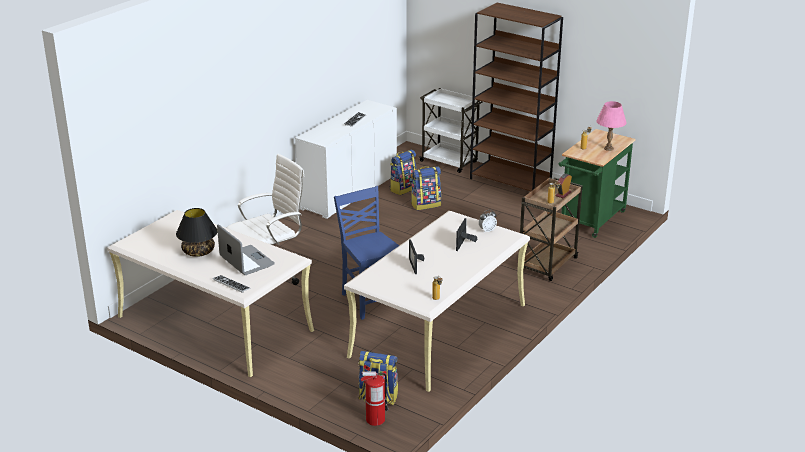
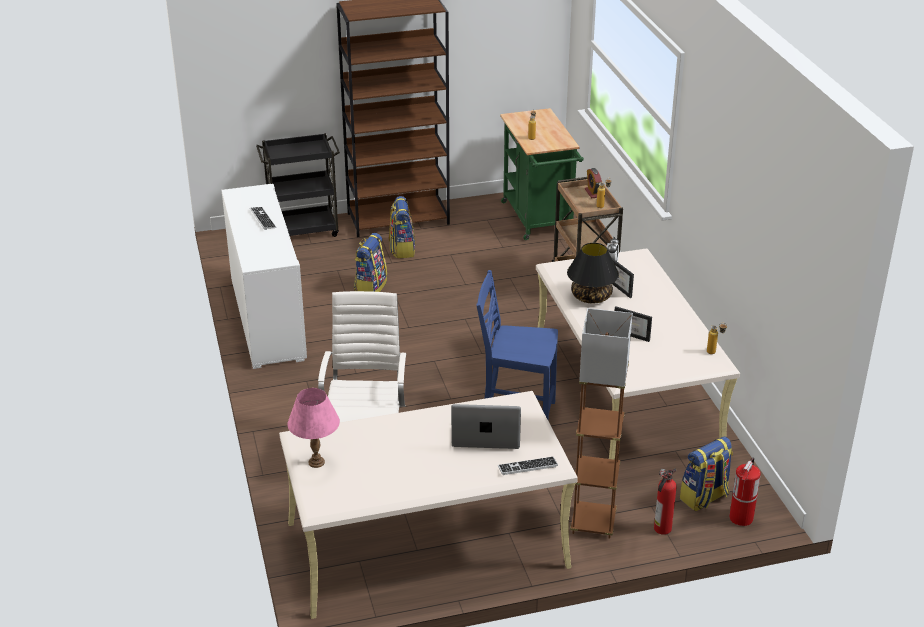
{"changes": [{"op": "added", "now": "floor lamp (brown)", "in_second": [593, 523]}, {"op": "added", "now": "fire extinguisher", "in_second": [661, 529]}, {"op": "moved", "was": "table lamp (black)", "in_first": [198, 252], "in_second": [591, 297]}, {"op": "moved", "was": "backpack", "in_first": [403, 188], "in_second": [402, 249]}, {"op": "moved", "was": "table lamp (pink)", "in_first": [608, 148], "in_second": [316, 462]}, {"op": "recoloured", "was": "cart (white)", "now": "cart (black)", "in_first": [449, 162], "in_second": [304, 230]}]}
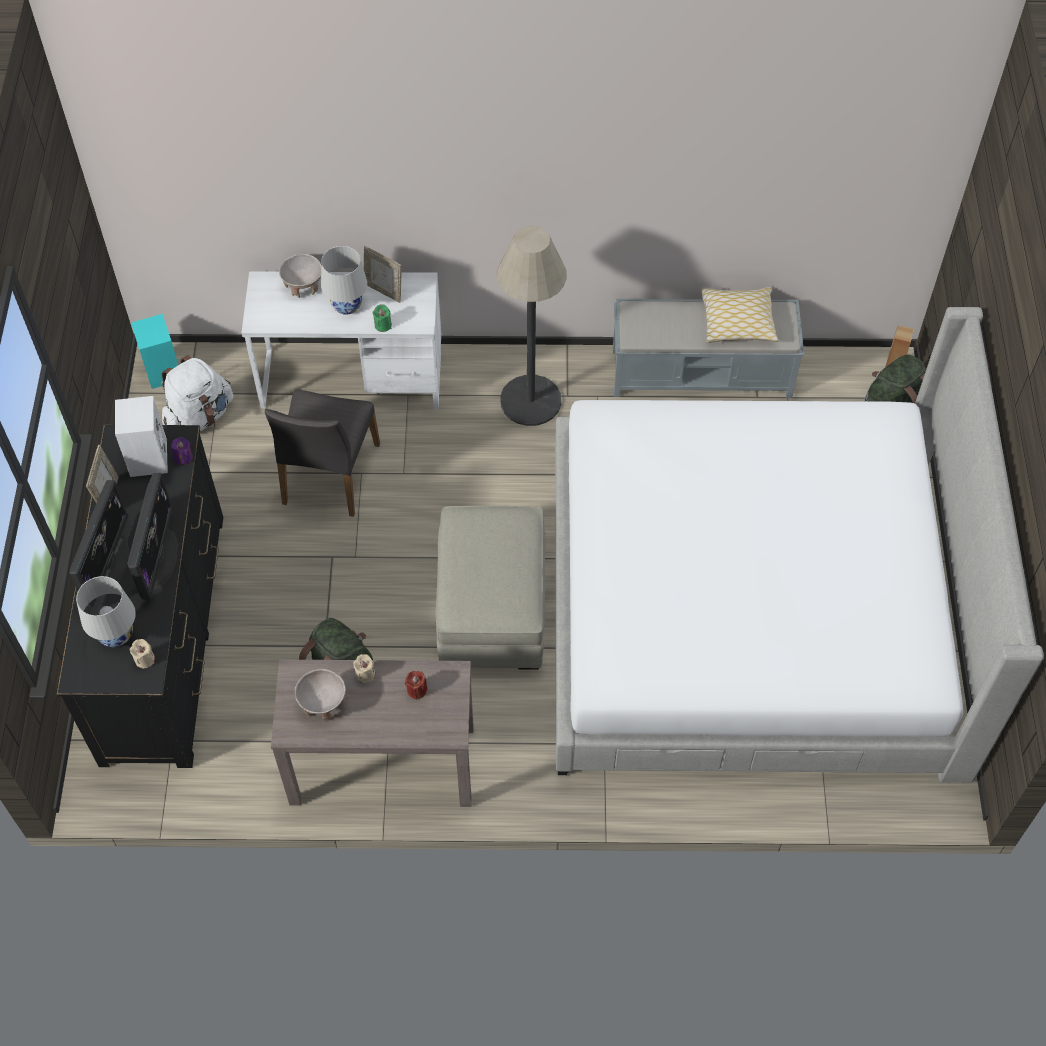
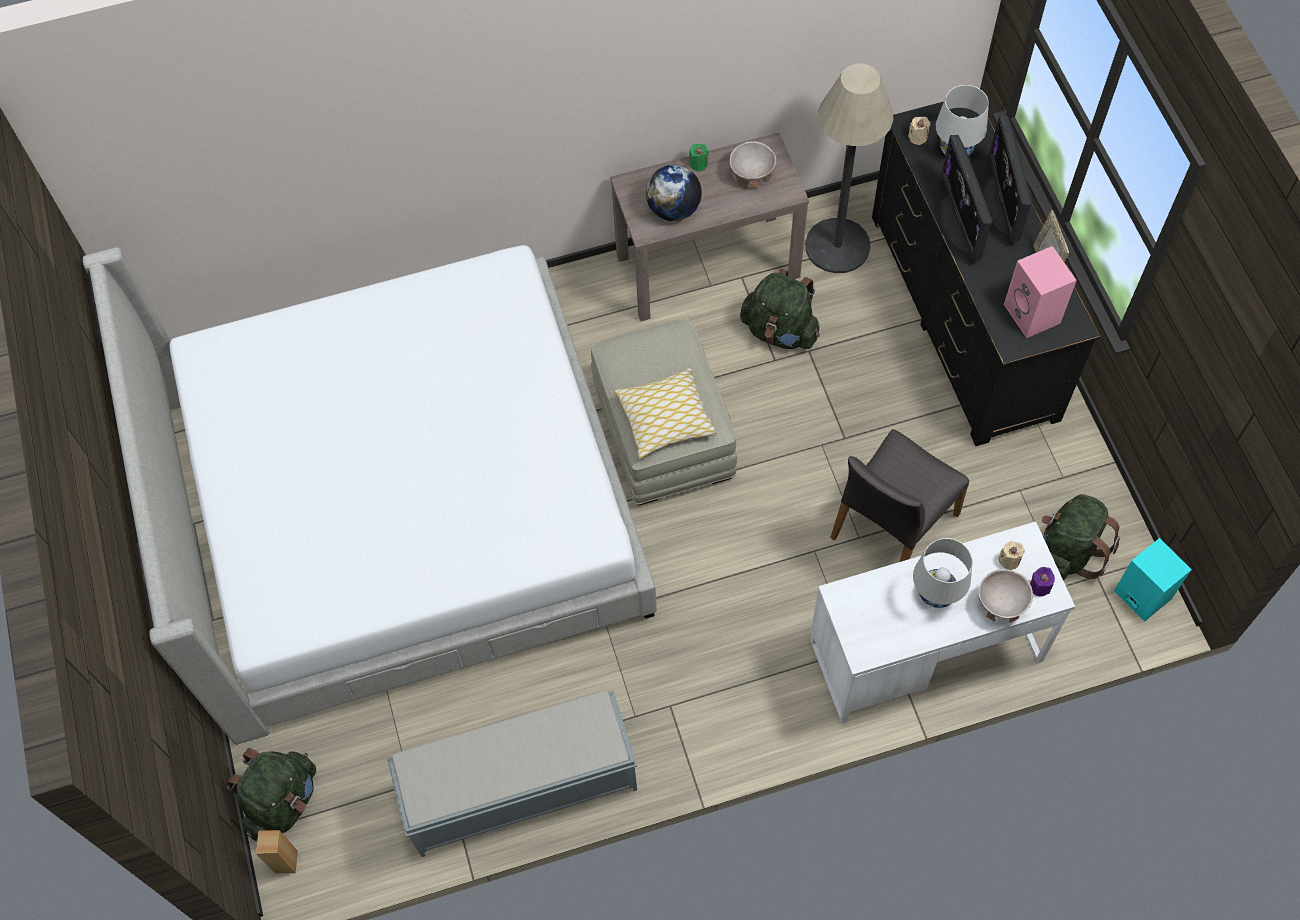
{"changes": [{"op": "removed", "was": "picture frame", "in_first": [384, 291]}, {"op": "moved", "was": "candle (purple)", "in_first": [183, 457], "in_second": [1039, 586]}, {"op": "moved", "was": "candle (beige)", "in_first": [365, 674], "in_second": [1009, 560]}, {"op": "moved", "was": "candle (green)", "in_first": [383, 325], "in_second": [698, 164]}, {"op": "moved", "was": "floor lamp", "in_first": [530, 400], "in_second": [837, 246]}, {"op": "moved", "was": "pillow", "in_first": [738, 322], "in_second": [665, 419]}, {"op": "replaced", "was": "candle (red)", "now": "globe", "in_first": [417, 690], "in_second": [674, 209]}, {"op": "recoloured", "was": "speaker (white)", "now": "speaker (pink)", "in_first": [147, 457], "in_second": [1033, 314]}, {"op": "recoloured", "was": "backpack (white)", "now": "backpack (green)", "in_first": [199, 416], "in_second": [1067, 552]}, {"op": "turned", "was": "chair (grey)", "in_first": [329, 474], "in_second": [892, 525], "clockwise": -135}]}
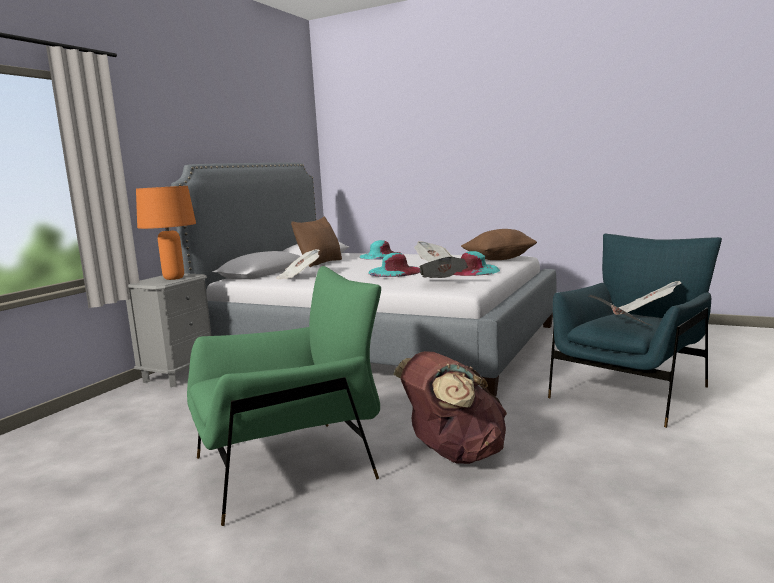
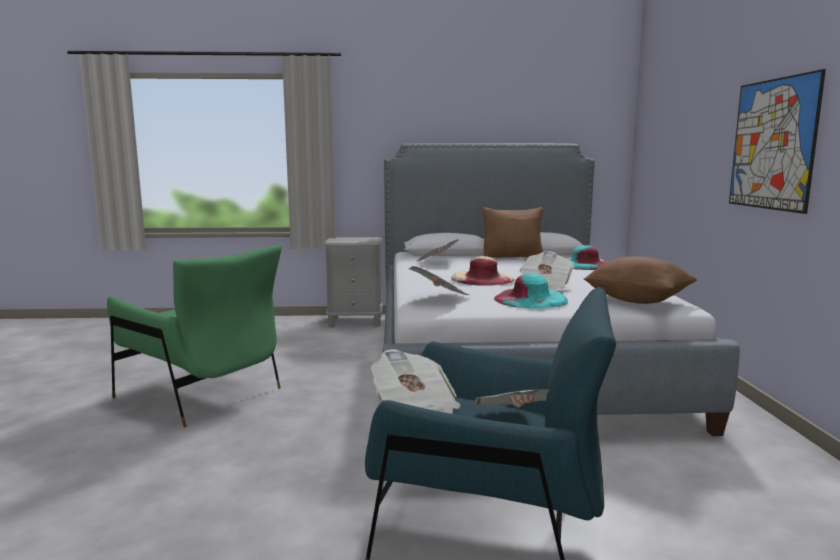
{"changes": [{"op": "removed", "was": "table lamp (orange)", "in_first": [173, 278]}, {"op": "removed", "was": "backpack (brown)", "in_first": [454, 454]}, {"op": "added", "now": "picture", "in_second": [772, 144]}, {"op": "recoloured", "was": "hat (turquoise)", "now": "hat (beige)", "in_first": [395, 272], "in_second": [482, 278]}]}
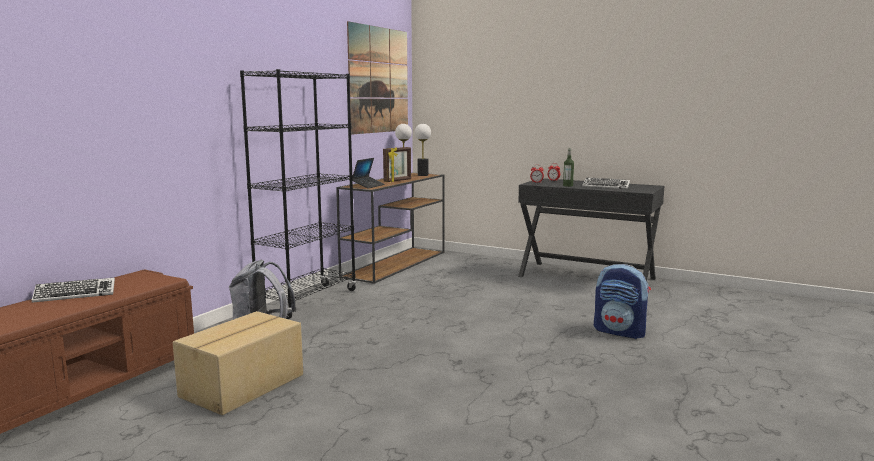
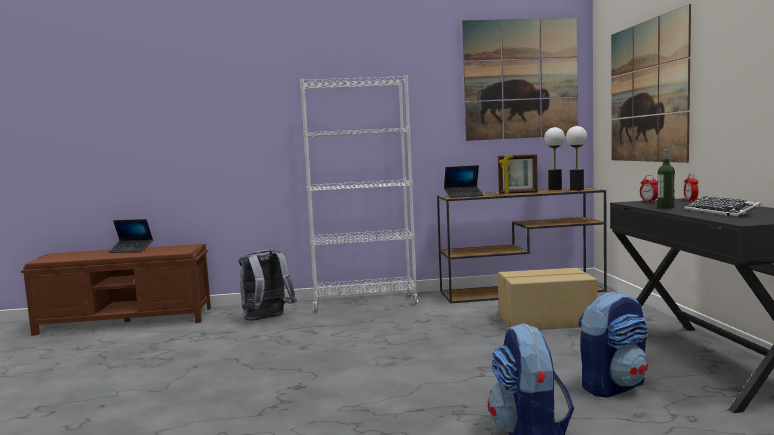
{"changes": [{"op": "added", "now": "backpack", "in_second": [613, 386]}, {"op": "added", "now": "picture", "in_second": [647, 92]}, {"op": "moved", "was": "cardboard box", "in_first": [244, 385], "in_second": [546, 321]}, {"op": "replaced", "was": "keyboard", "now": "laptop", "in_first": [75, 294], "in_second": [131, 250]}, {"op": "recoloured", "was": "bookcase (black)", "now": "bookcase (white)", "in_first": [308, 301], "in_second": [365, 303]}]}
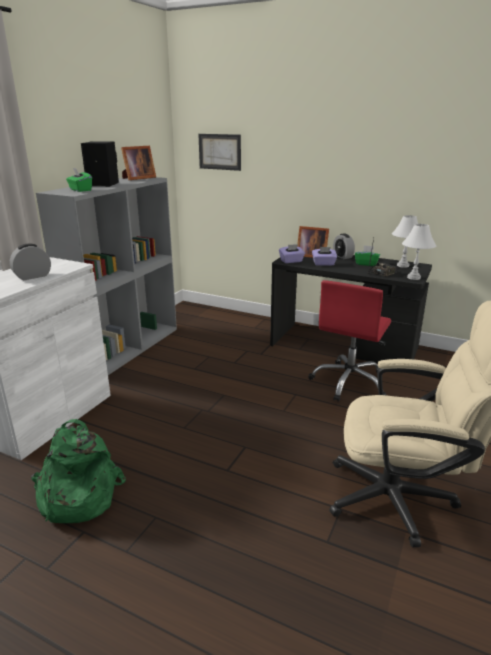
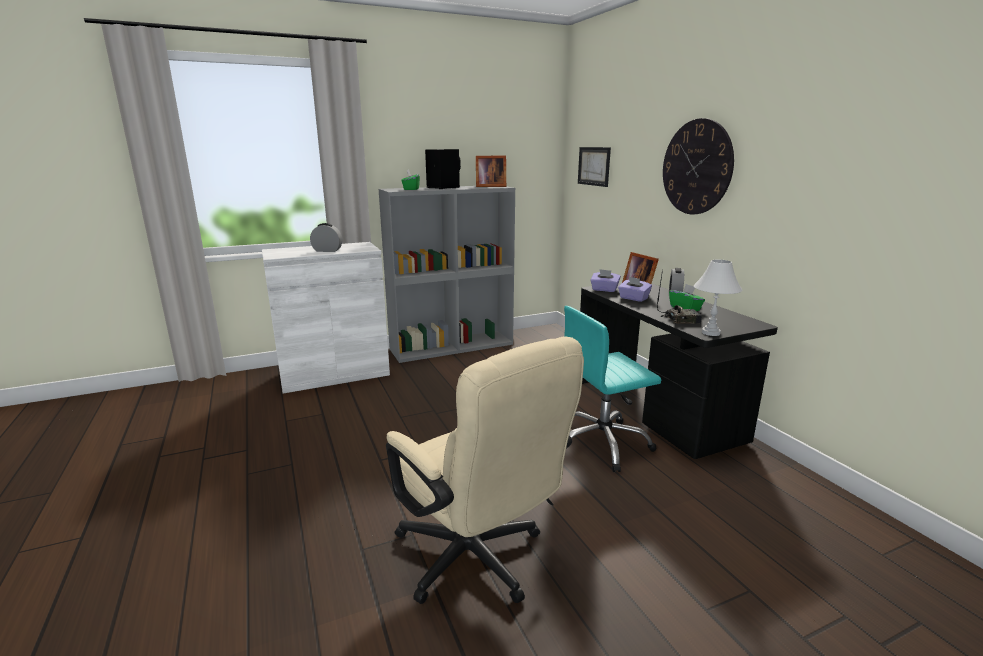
{"changes": [{"op": "removed", "was": "backpack (green)", "in_first": [77, 496]}, {"op": "removed", "was": "table lamp (white)", "in_first": [403, 265]}, {"op": "added", "now": "wall clock", "in_second": [696, 167]}, {"op": "recoloured", "was": "office chair (red)", "now": "office chair (turquoise)", "in_first": [349, 382], "in_second": [602, 443]}]}
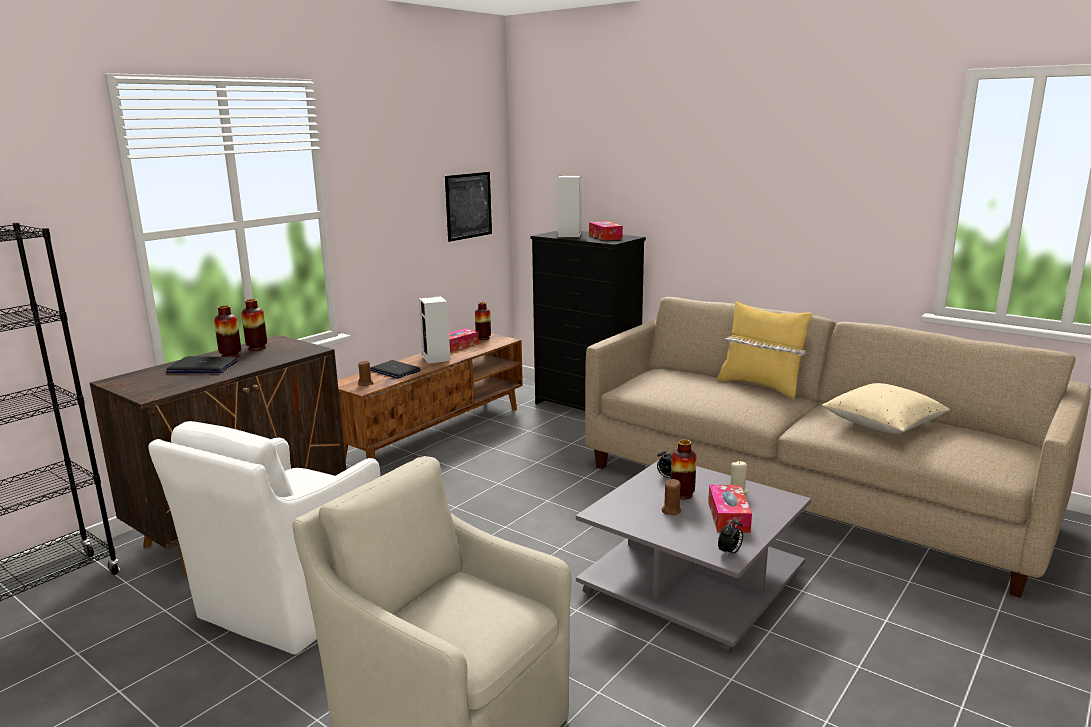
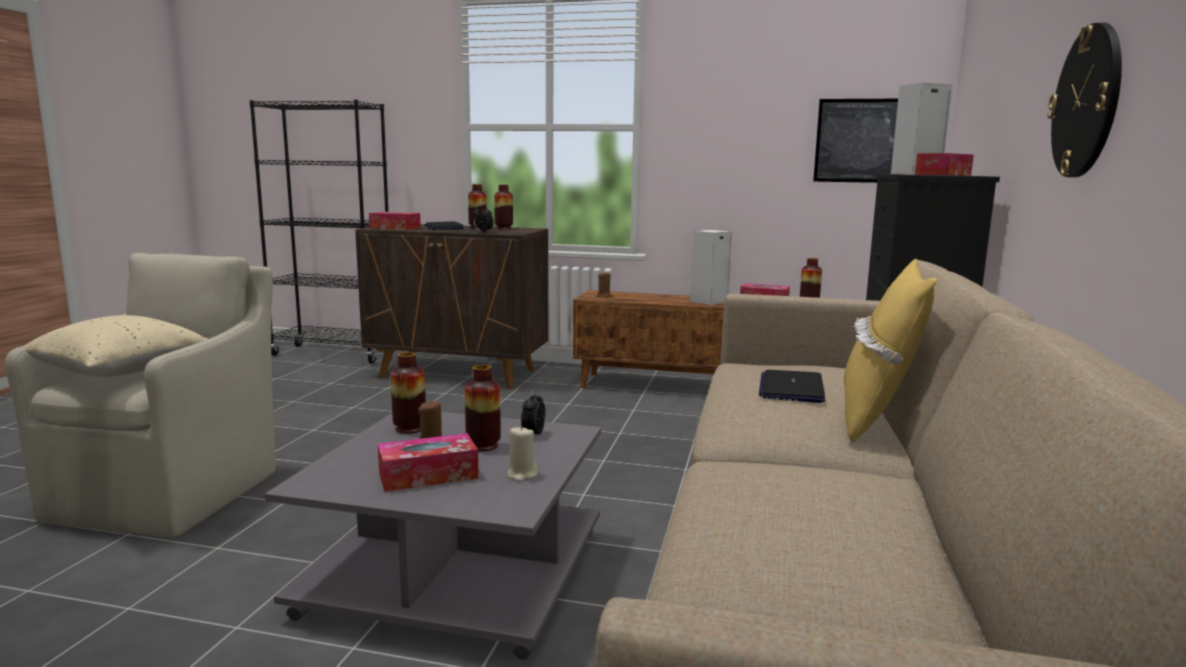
{"changes": [{"op": "removed", "was": "armchair (white)", "in_first": [289, 603]}, {"op": "added", "now": "tissue box", "in_second": [395, 228]}, {"op": "added", "now": "vase", "in_second": [409, 429]}, {"op": "added", "now": "wall clock", "in_second": [1086, 102]}, {"op": "moved", "was": "laptop", "in_first": [394, 371], "in_second": [791, 388]}, {"op": "moved", "was": "alarm clock", "in_first": [730, 552], "in_second": [482, 232]}, {"op": "moved", "was": "pillow (beige)", "in_first": [883, 425], "in_second": [121, 371]}]}
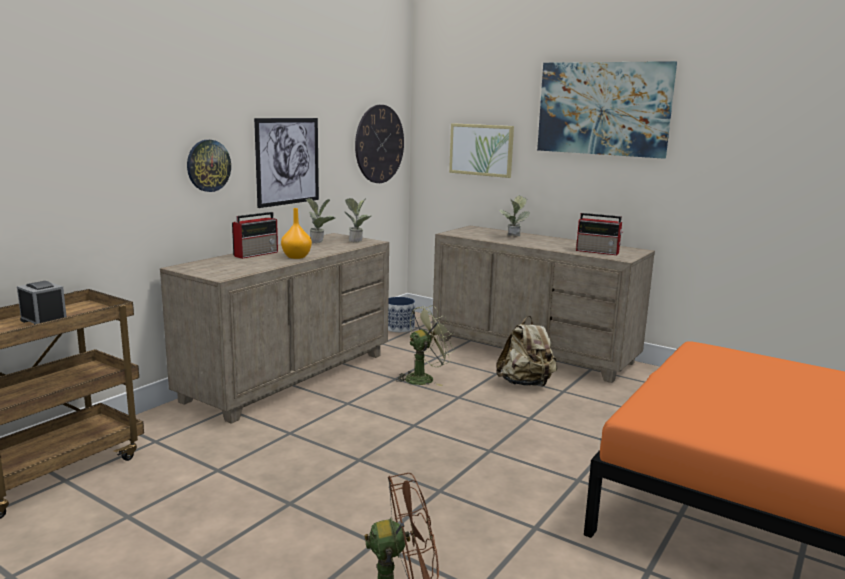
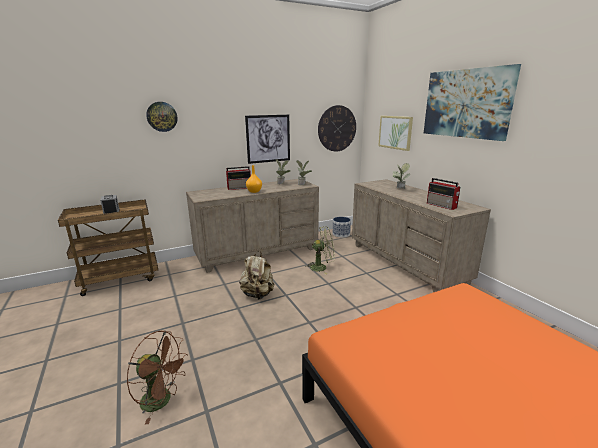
{"changes": [{"op": "moved", "was": "wall clock", "in_first": [208, 165], "in_second": [162, 116]}, {"op": "moved", "was": "backpack (beige)", "in_first": [526, 384], "in_second": [258, 294]}]}
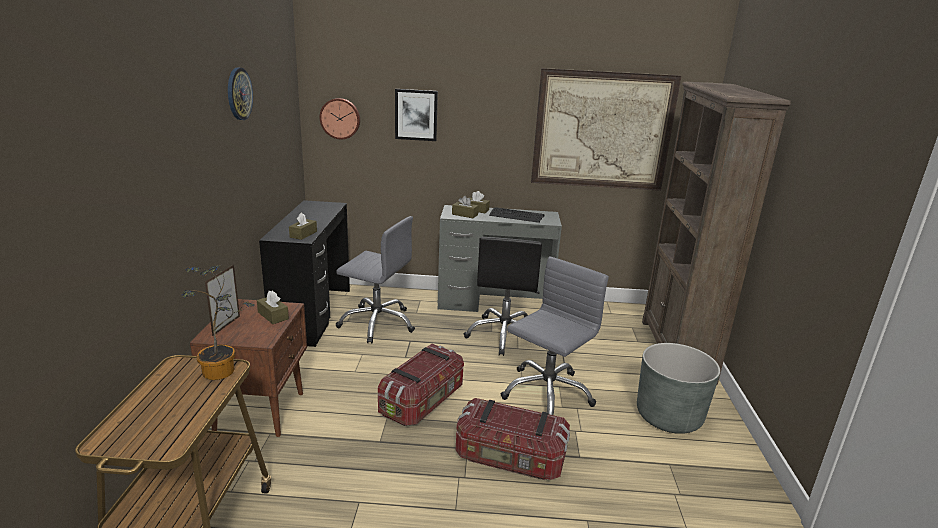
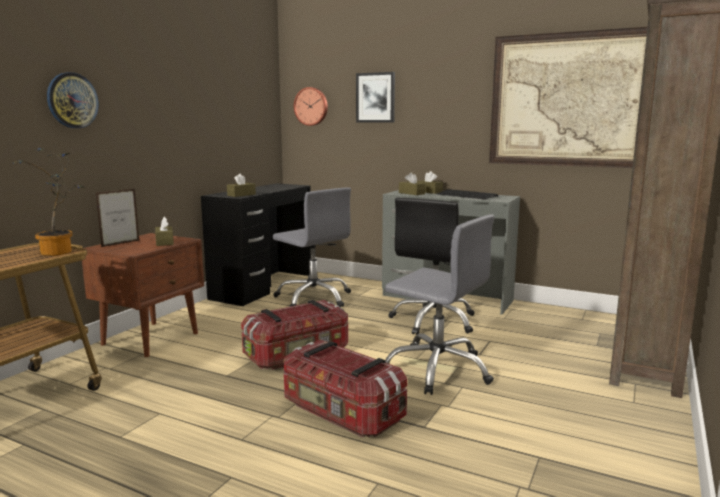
{"changes": [{"op": "removed", "was": "planter (grey)", "in_first": [669, 416]}, {"op": "moved", "was": "wall clock", "in_first": [239, 94], "in_second": [72, 100]}, {"op": "turned", "was": "office chair (grey)", "in_first": [546, 393], "in_second": [437, 369], "clockwise": 60}]}
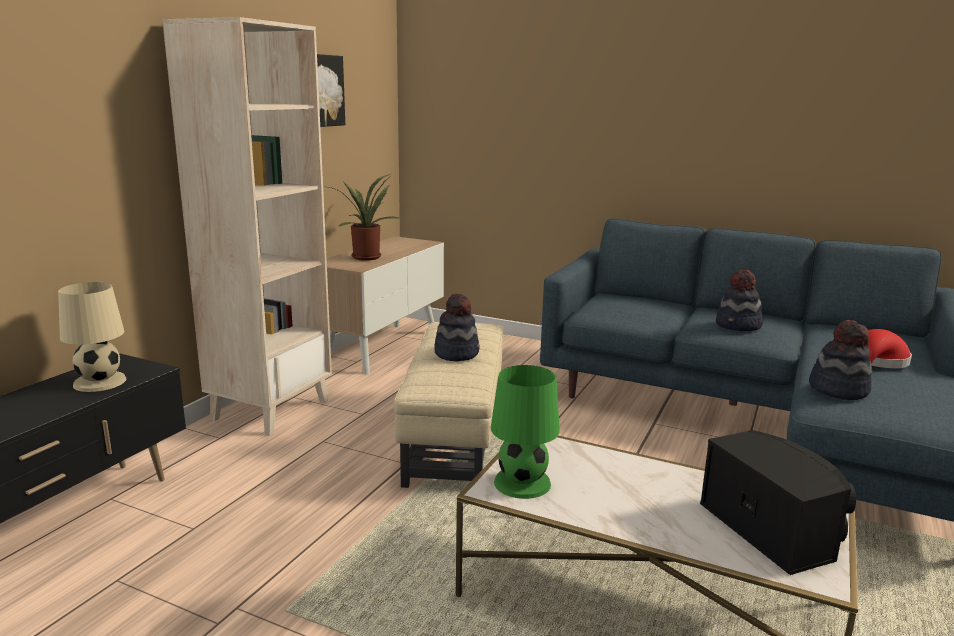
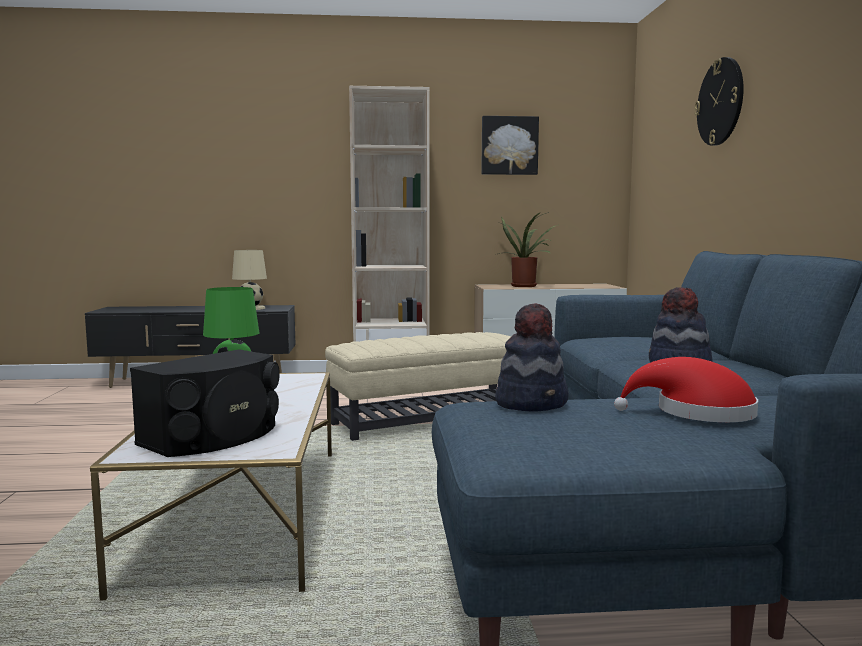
{"changes": [{"op": "removed", "was": "hat", "in_first": [457, 353]}, {"op": "added", "now": "wall clock", "in_second": [720, 102]}]}
